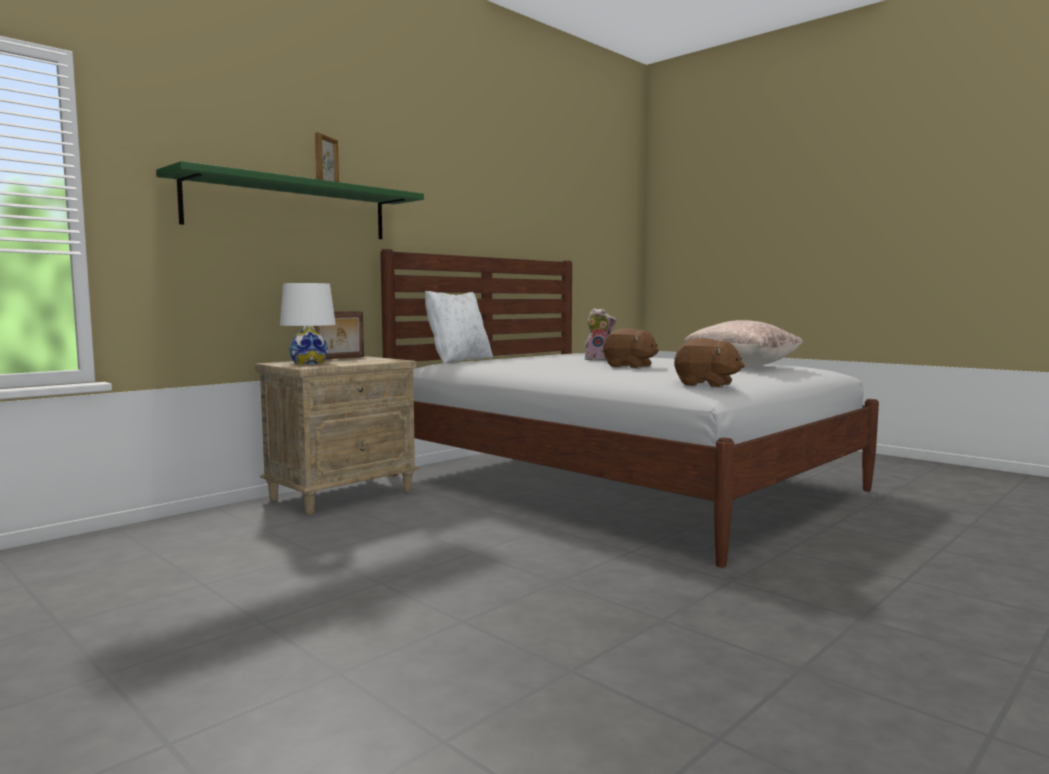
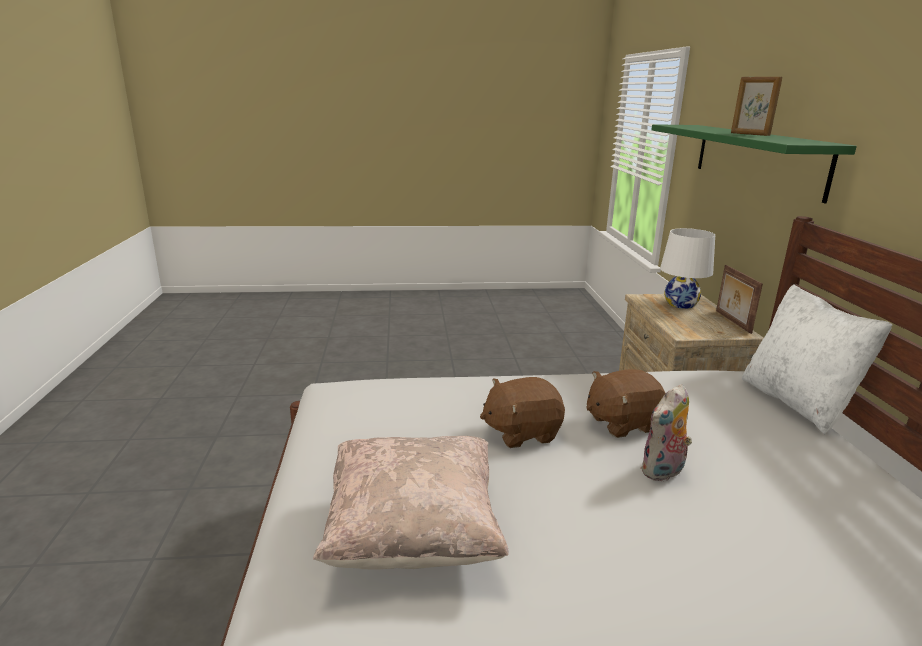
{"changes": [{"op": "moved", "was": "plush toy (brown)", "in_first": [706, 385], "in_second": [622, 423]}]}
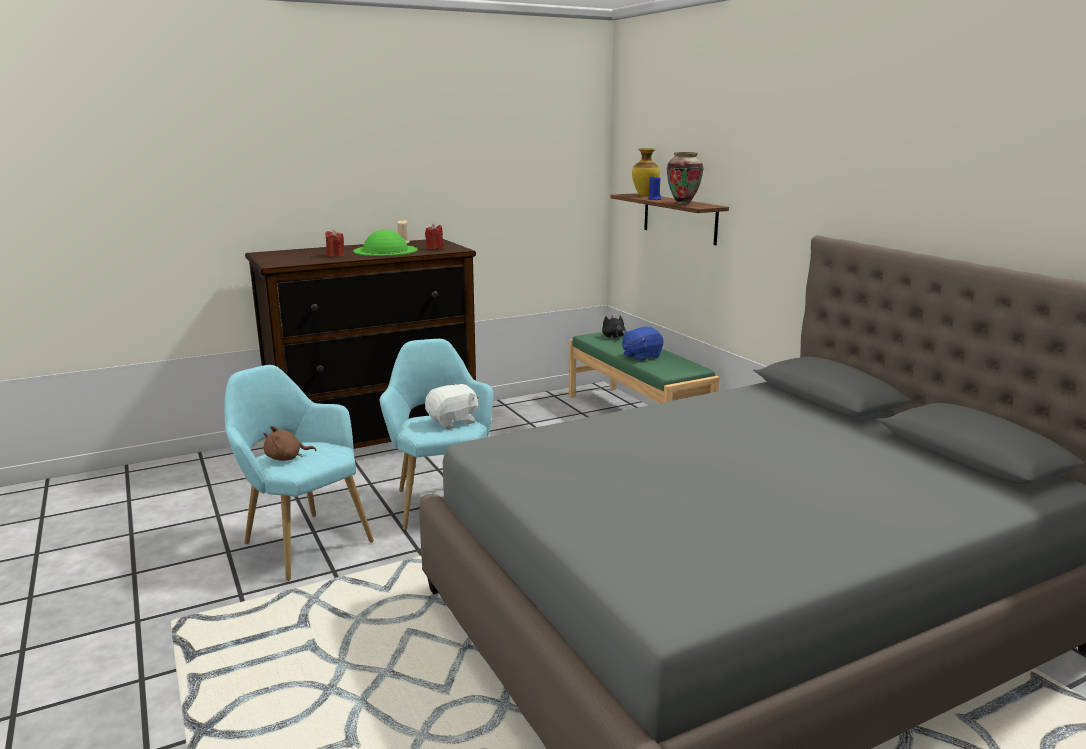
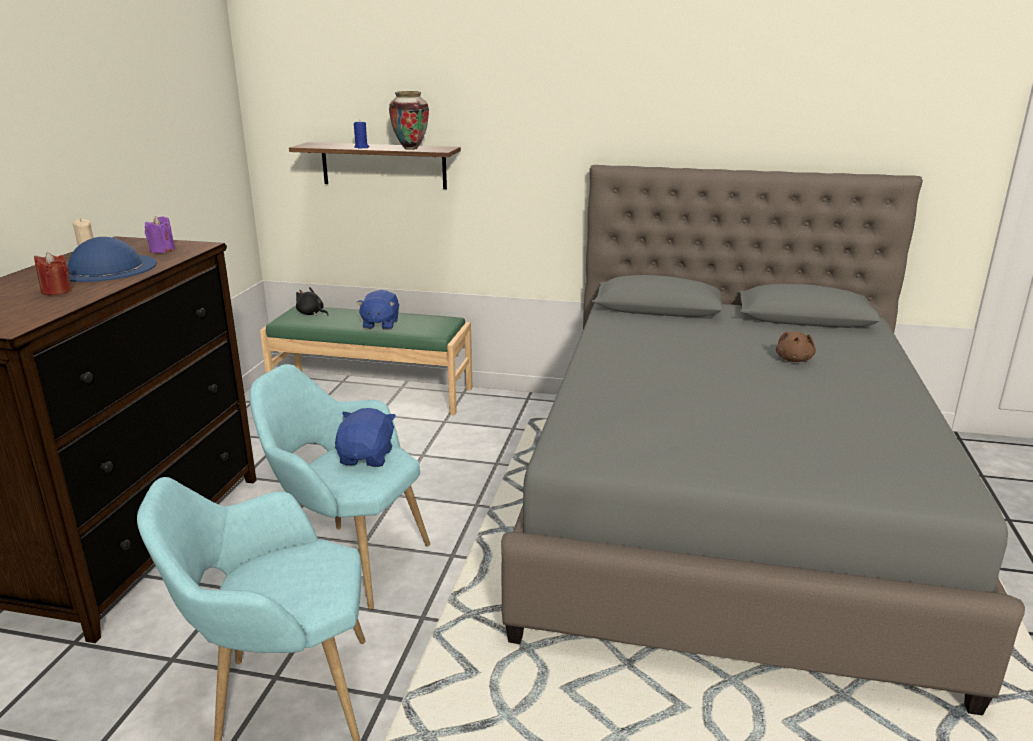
{"changes": [{"op": "removed", "was": "vase", "in_first": [644, 195]}, {"op": "moved", "was": "plush toy (brown)", "in_first": [286, 458], "in_second": [794, 359]}, {"op": "recoloured", "was": "hat (green)", "now": "hat (blue)", "in_first": [385, 250], "in_second": [105, 268]}, {"op": "recoloured", "was": "candle (red)", "now": "candle (purple)", "in_first": [434, 248], "in_second": [162, 250]}, {"op": "recoloured", "was": "plush toy (white)", "now": "plush toy (blue)", "in_first": [453, 422], "in_second": [367, 457]}]}
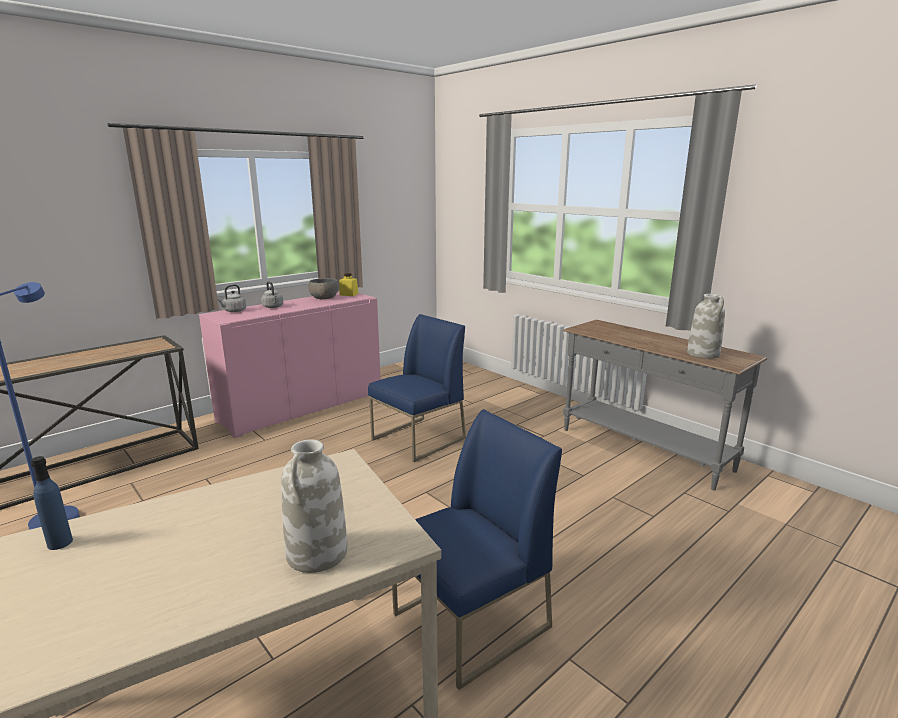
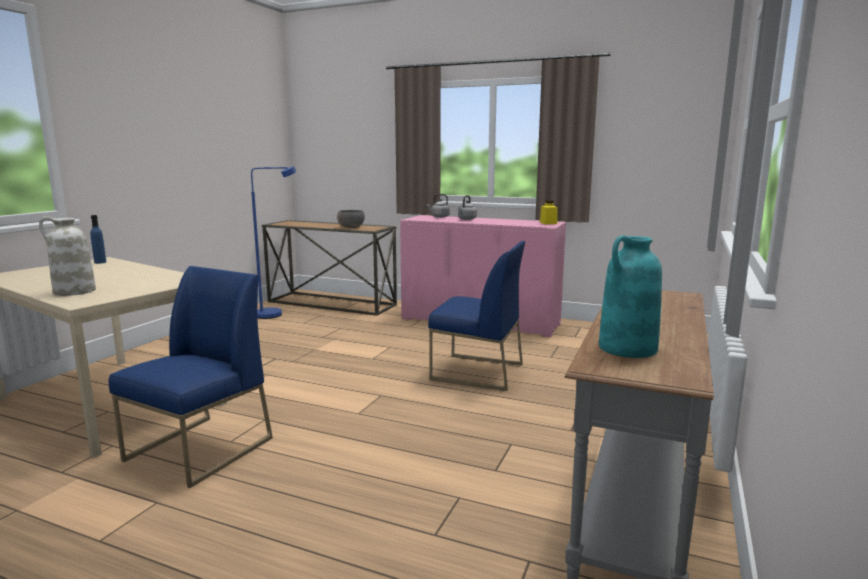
{"changes": [{"op": "moved", "was": "bowl (grey)", "in_first": [324, 298], "in_second": [351, 227]}, {"op": "recoloured", "was": "vase (white)", "now": "vase (turquoise)", "in_first": [703, 354], "in_second": [627, 349]}, {"op": "turned", "was": "chair (blue)", "in_first": [471, 622], "in_second": [199, 450], "clockwise": -90}]}
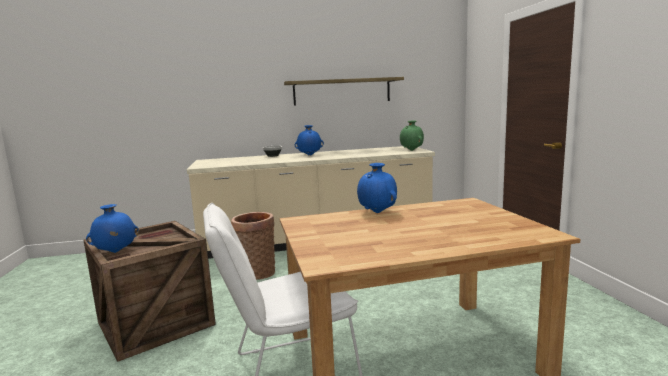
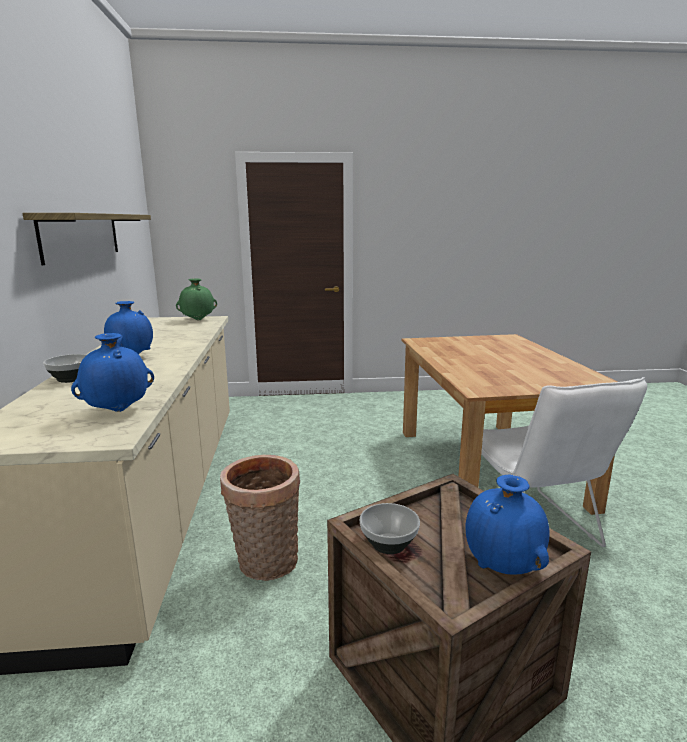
{"changes": [{"op": "added", "now": "bowl", "in_second": [389, 544]}, {"op": "moved", "was": "vase (blue)", "in_first": [377, 212], "in_second": [119, 411]}]}
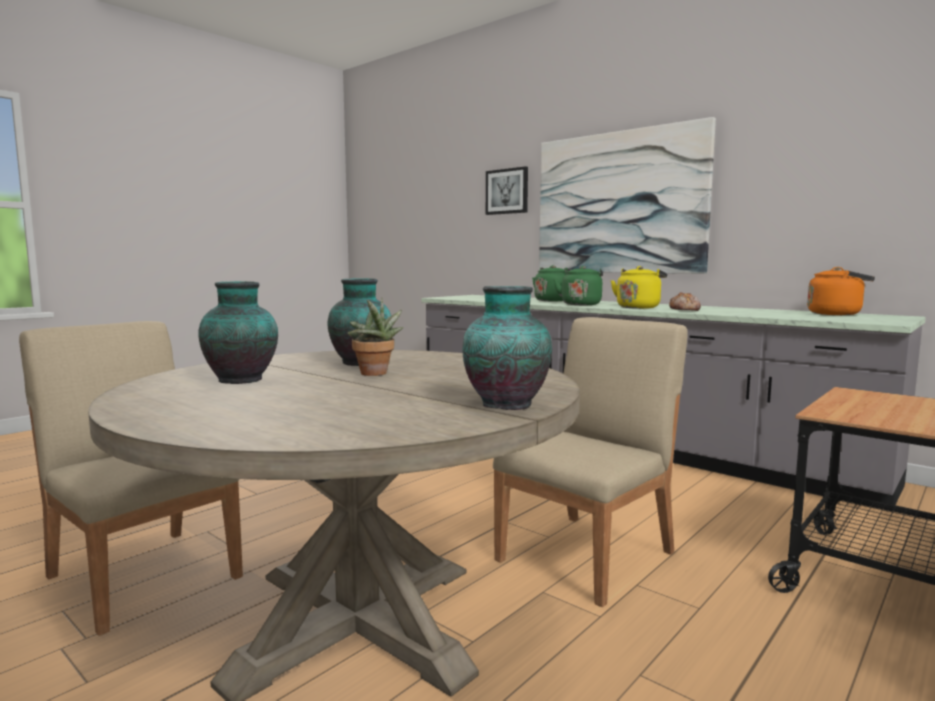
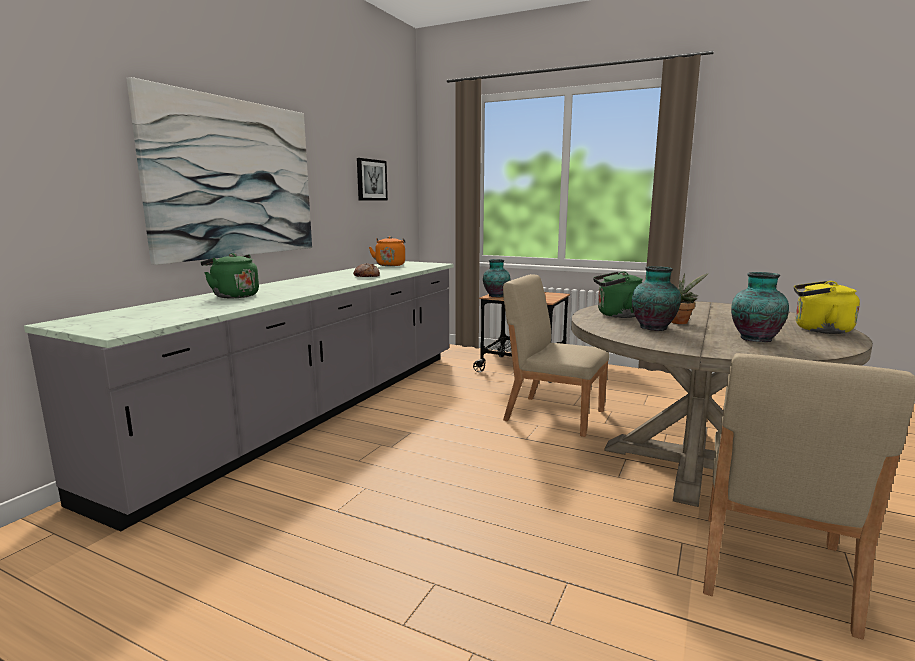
{"changes": [{"op": "moved", "was": "vase", "in_first": [506, 404], "in_second": [495, 296]}, {"op": "moved", "was": "picture", "in_first": [507, 191], "in_second": [371, 180]}, {"op": "moved", "was": "kettle (green)", "in_first": [581, 304], "in_second": [616, 315]}, {"op": "moved", "was": "kettle (yellow)", "in_first": [638, 307], "in_second": [818, 330]}]}
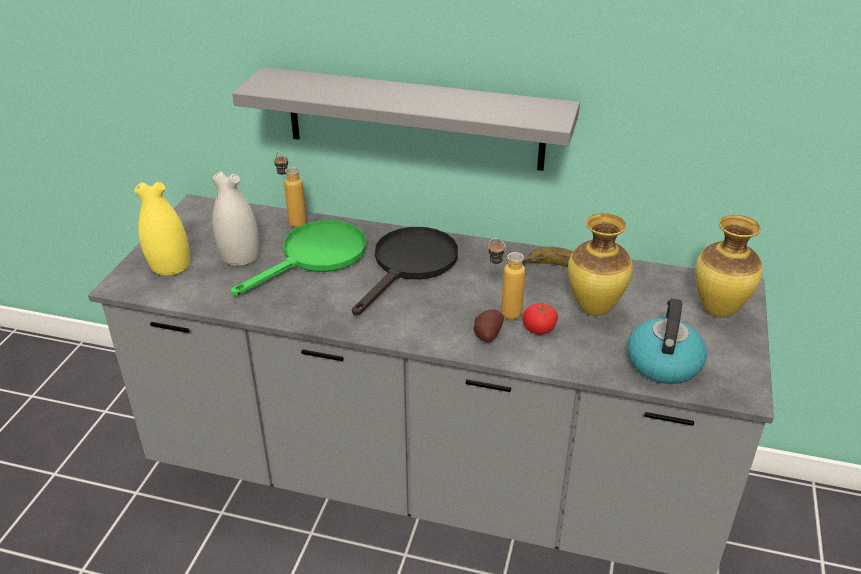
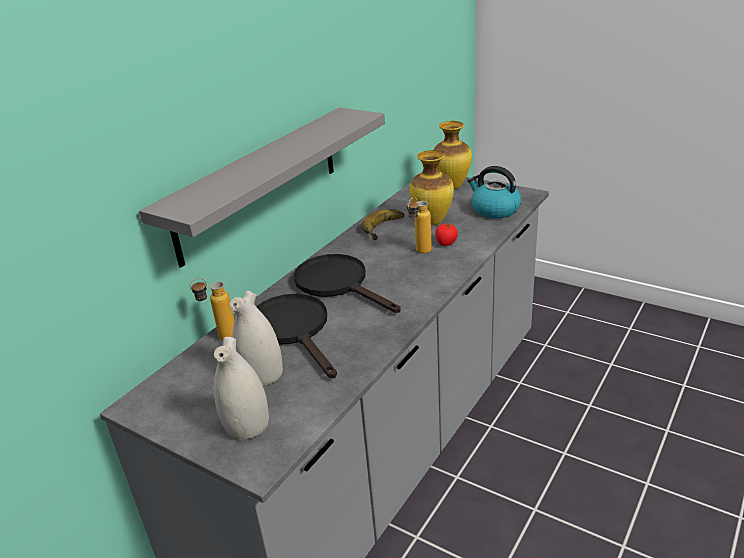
{"changes": [{"op": "removed", "was": "potato", "in_first": [486, 336]}, {"op": "recoloured", "was": "vase (yellow)", "now": "vase (white)", "in_first": [169, 266], "in_second": [247, 427]}, {"op": "recoloured", "was": "frying pan (green)", "now": "frying pan (black)", "in_first": [315, 257], "in_second": [294, 330]}]}
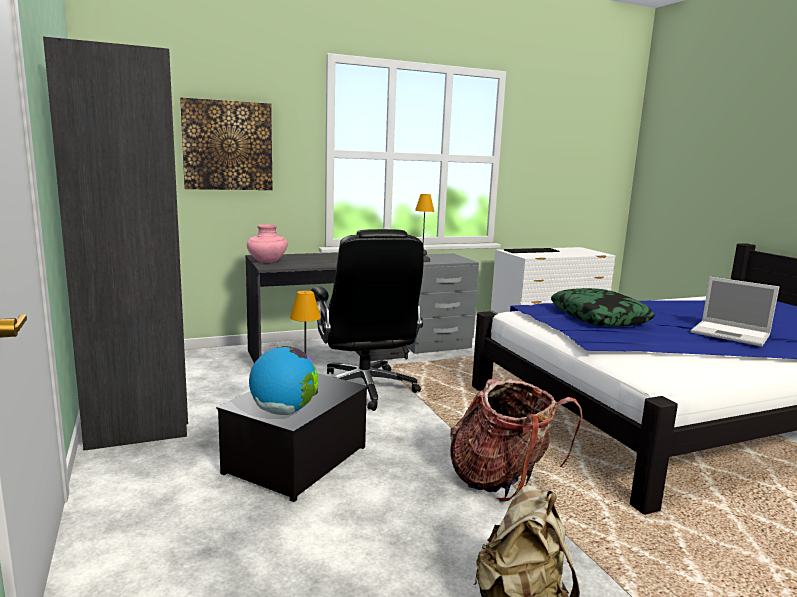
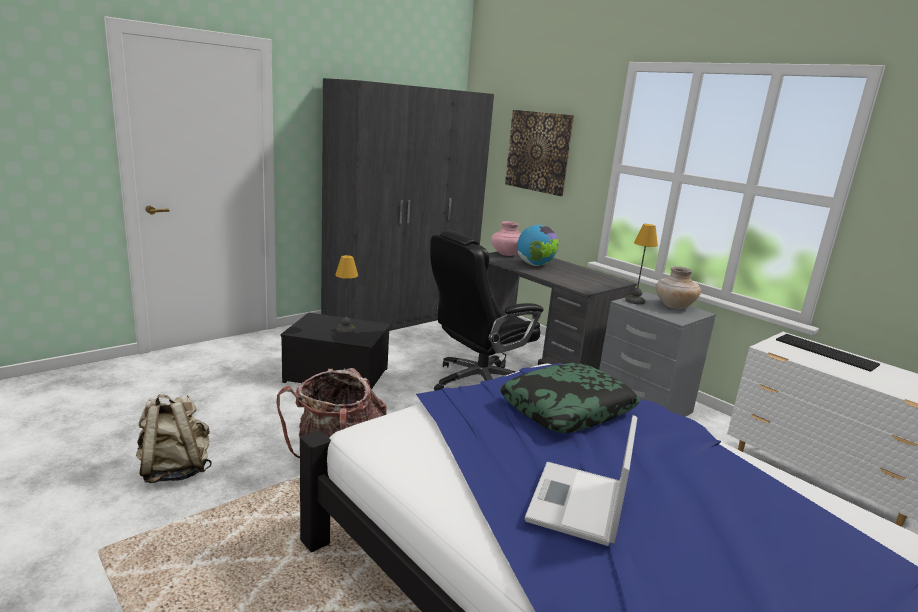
{"changes": [{"op": "added", "now": "vase (beige)", "in_second": [674, 306]}, {"op": "moved", "was": "globe", "in_first": [284, 412], "in_second": [535, 265]}]}
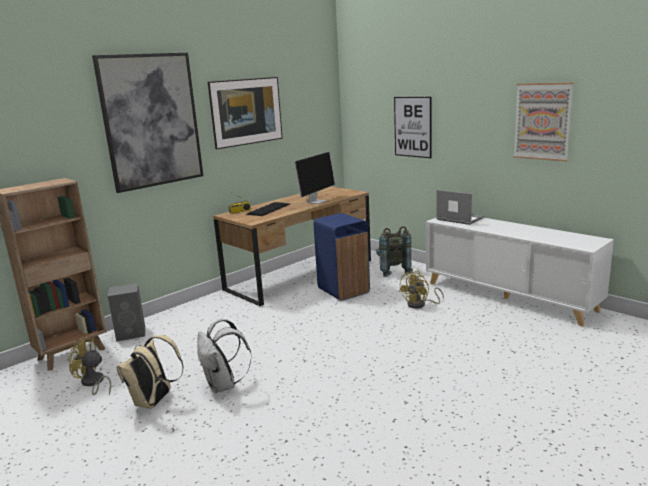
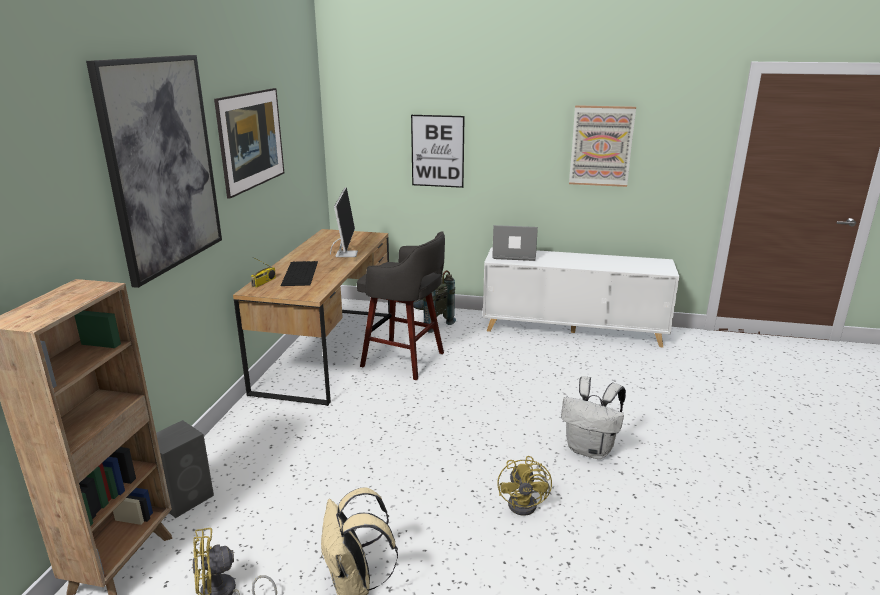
{"changes": [{"op": "moved", "was": "backpack (white)", "in_first": [223, 385], "in_second": [590, 449]}, {"op": "moved", "was": "fan (yellow)", "in_first": [420, 305], "in_second": [527, 503]}, {"op": "replaced", "was": "trash can (blue)", "now": "stool (grey)", "in_first": [343, 290], "in_second": [405, 360]}]}
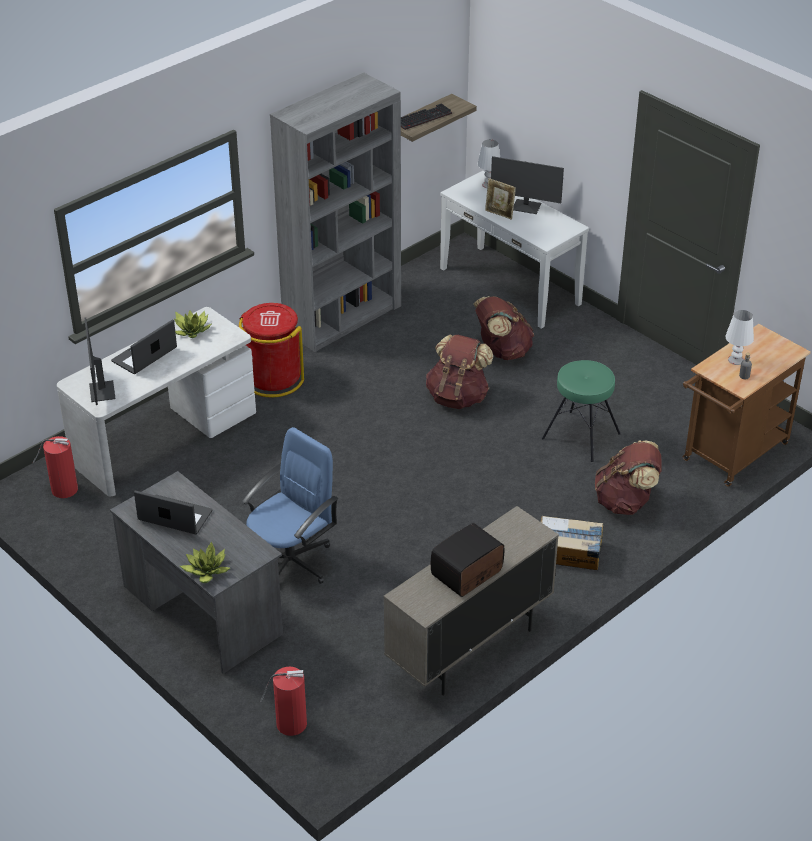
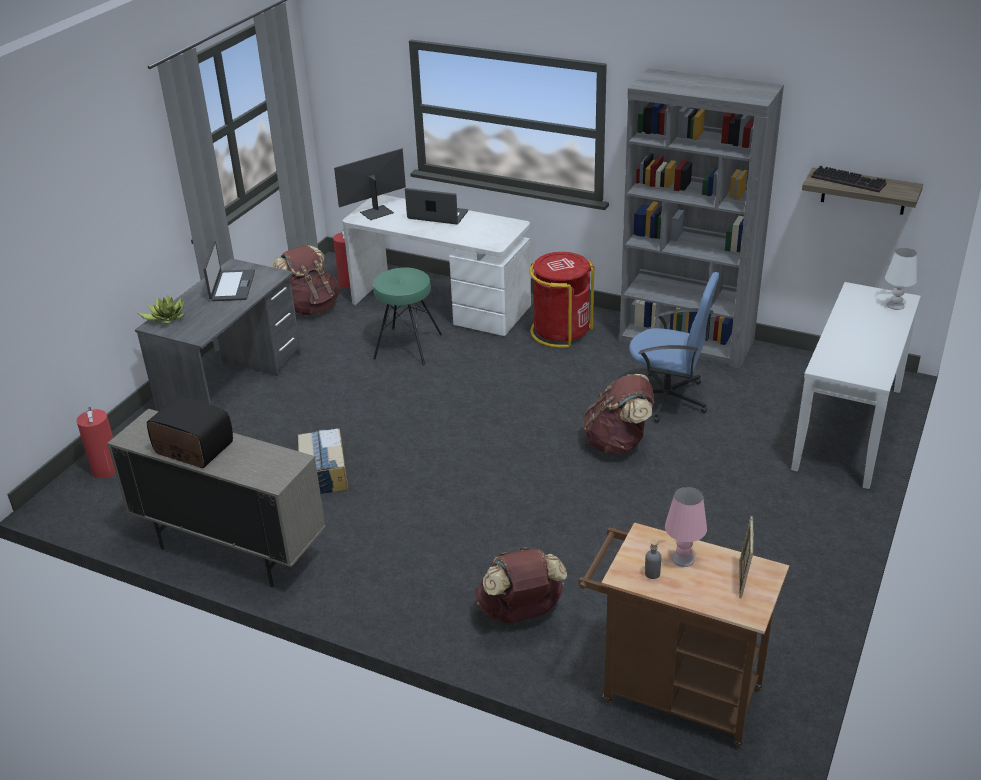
{"changes": [{"op": "removed", "was": "potted plant", "in_first": [192, 330]}, {"op": "removed", "was": "monitor", "in_first": [526, 207]}, {"op": "moved", "was": "office chair (blue)", "in_first": [291, 561], "in_second": [668, 398]}, {"op": "moved", "was": "backpack (brown)", "in_first": [502, 351], "in_second": [310, 307]}, {"op": "moved", "was": "picture frame", "in_first": [499, 214], "in_second": [742, 580]}, {"op": "moved", "was": "cardboard box", "in_first": [569, 552], "in_second": [323, 472]}, {"op": "moved", "was": "stool (green)", "in_first": [581, 436], "in_second": [407, 346]}, {"op": "recoloured", "was": "table lamp (white)", "now": "table lamp (pink)", "in_first": [735, 360], "in_second": [682, 558]}]}
